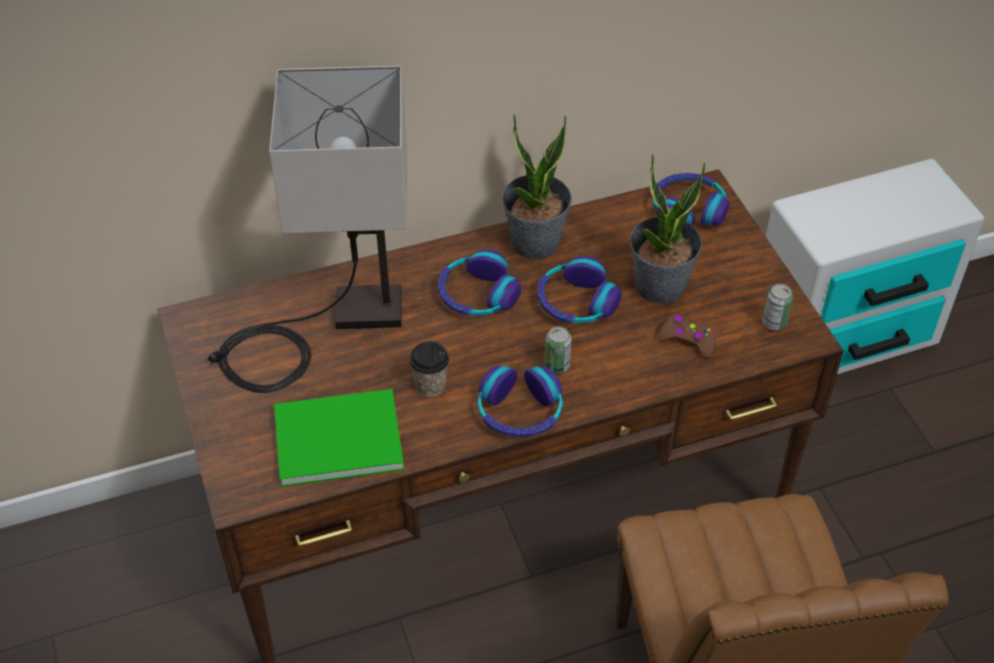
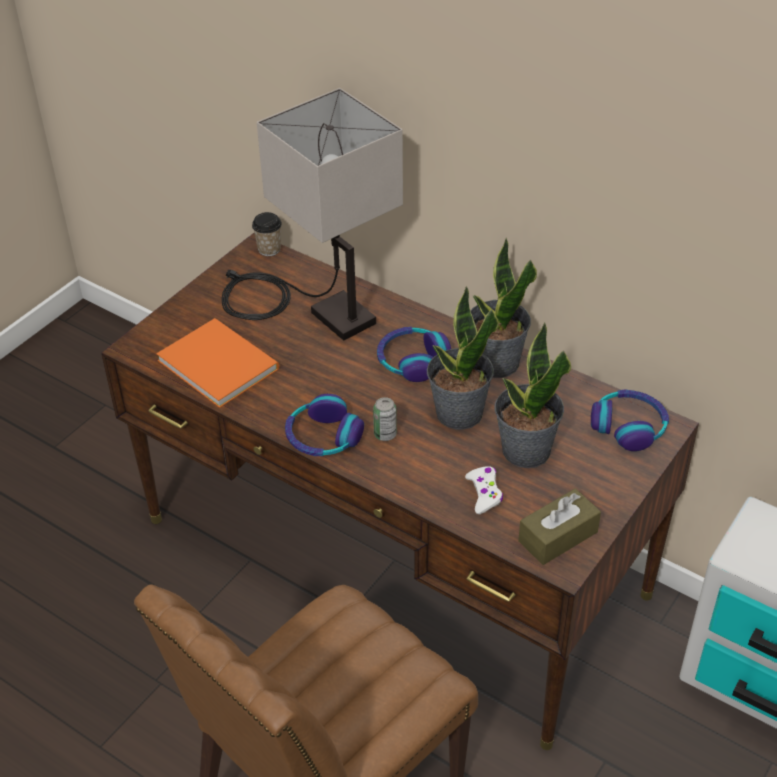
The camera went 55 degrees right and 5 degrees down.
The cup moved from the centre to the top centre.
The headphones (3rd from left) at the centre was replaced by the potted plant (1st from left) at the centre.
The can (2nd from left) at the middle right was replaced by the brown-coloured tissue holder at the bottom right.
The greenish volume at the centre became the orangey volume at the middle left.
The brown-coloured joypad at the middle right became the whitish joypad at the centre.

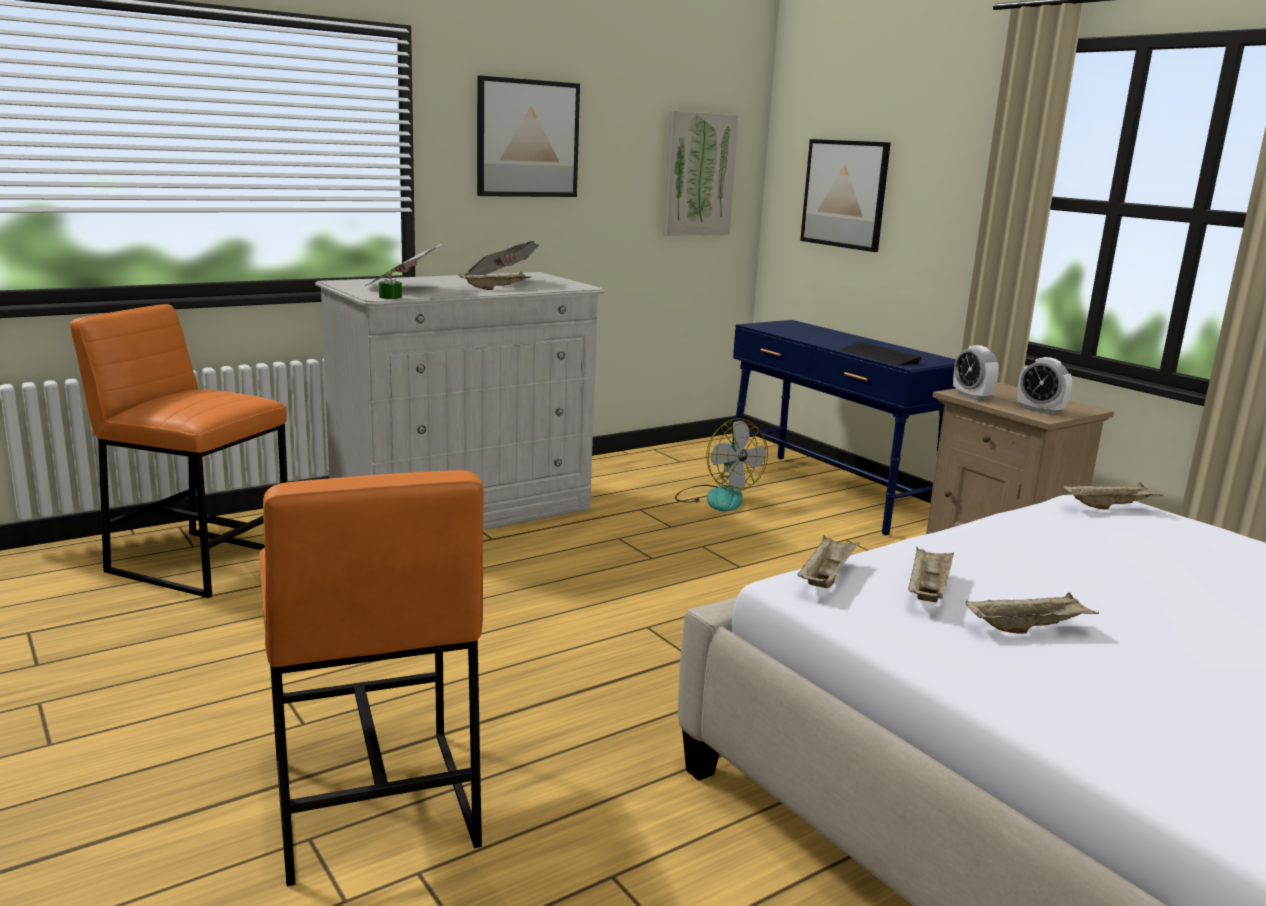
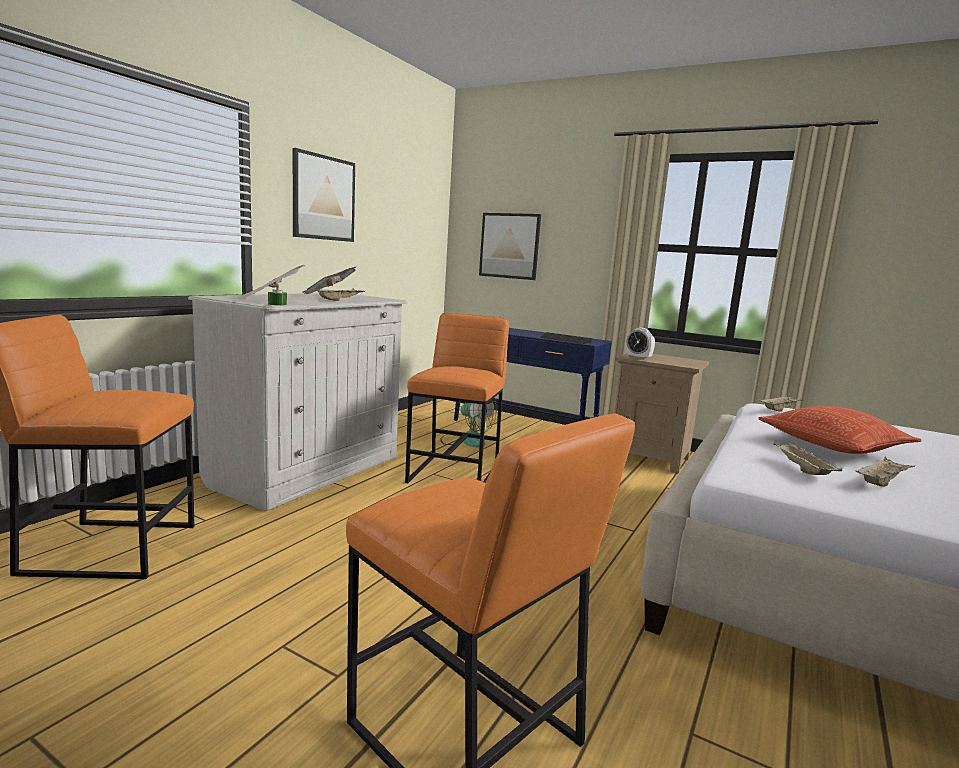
The camera went 25 degrees left and 5 degrees down.
The picture (2nd from left) at the top centre disappeared.
The beige-coloured tray (2nd from left) at the centre disappeared.
The bedside clock (2nd from left) at the middle right disappeared.
The orangey plain chair (2nd from left) at the centre appeared.
The orangey throw pillow at the middle right appeared.

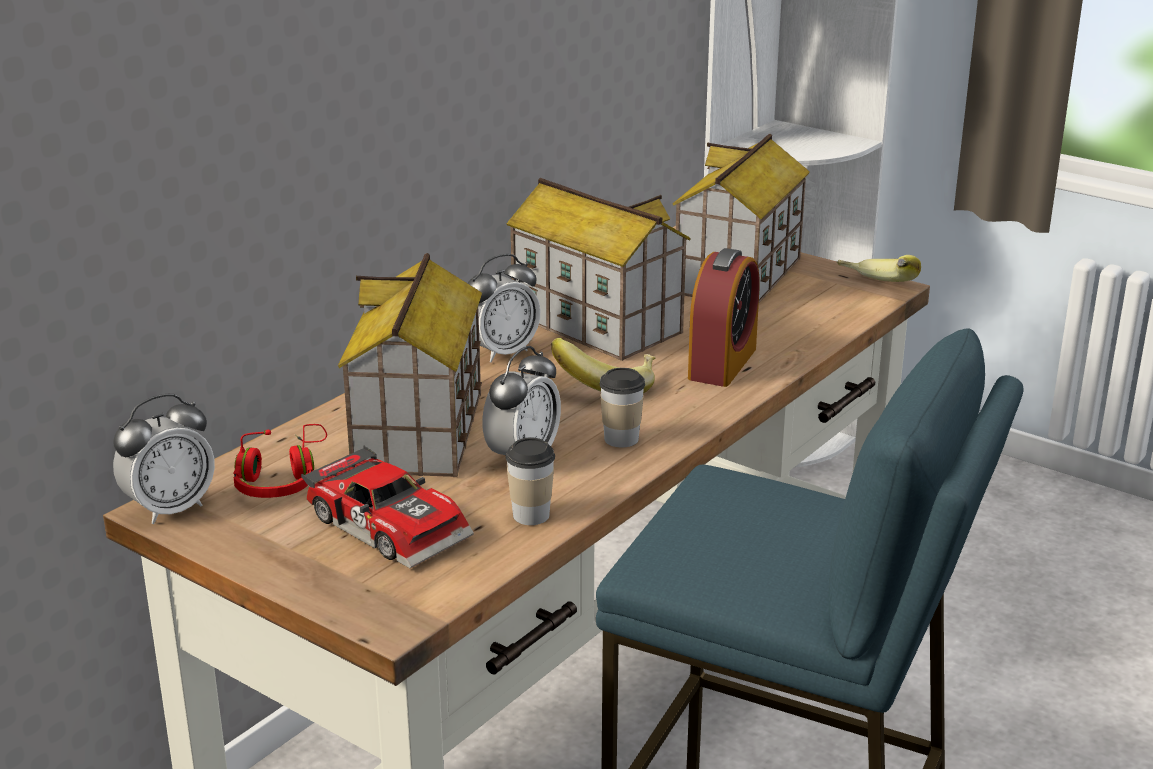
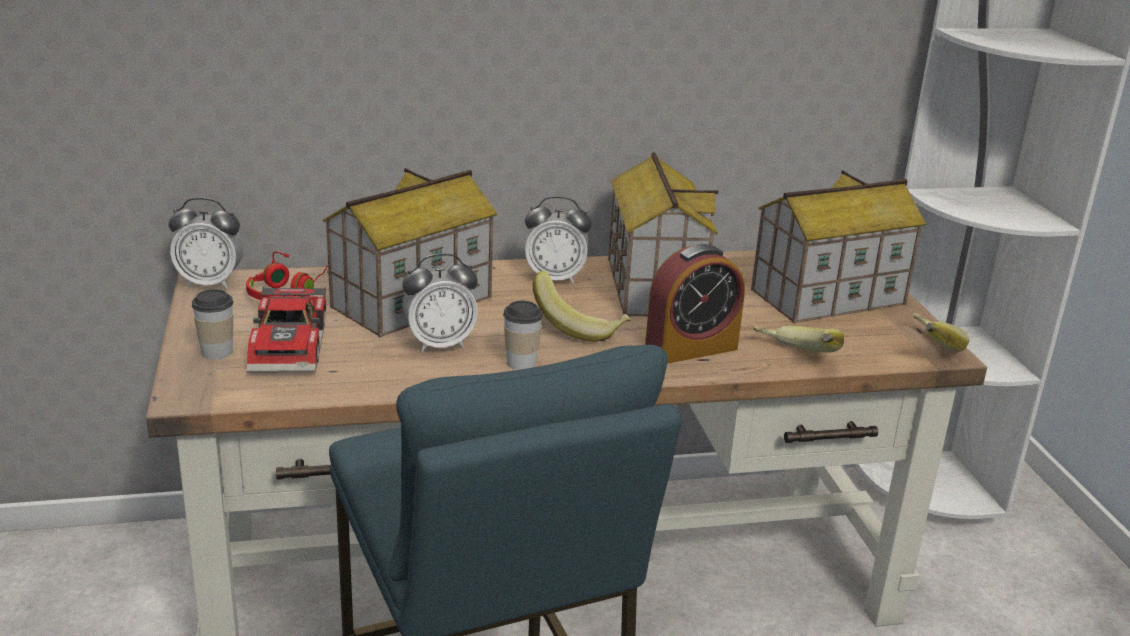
The camera went 40 degrees right and 0 degrees up.
The banana (2nd from left) at the middle right appeared.
The cup (1st from left) moved from the centre to the middle left.

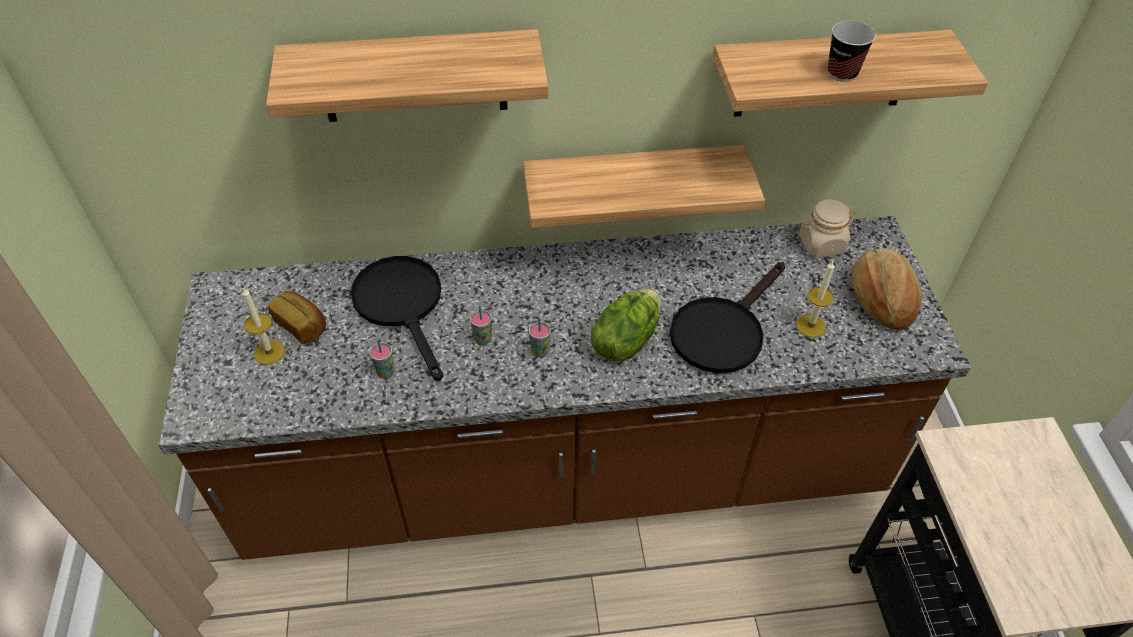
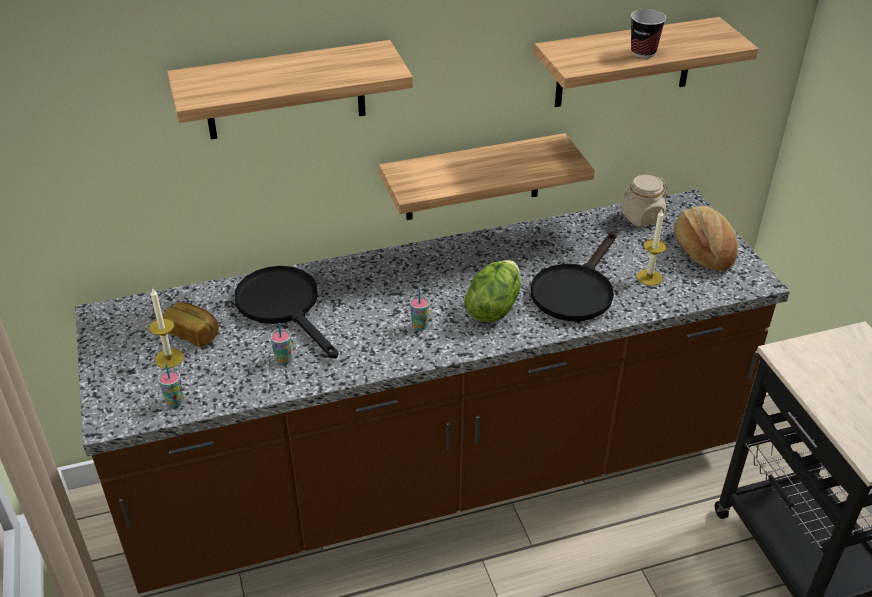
The camera went 10 degrees left and 10 degrees down.
The cup (2nd from left in the first image) moved from the centre to the middle left.

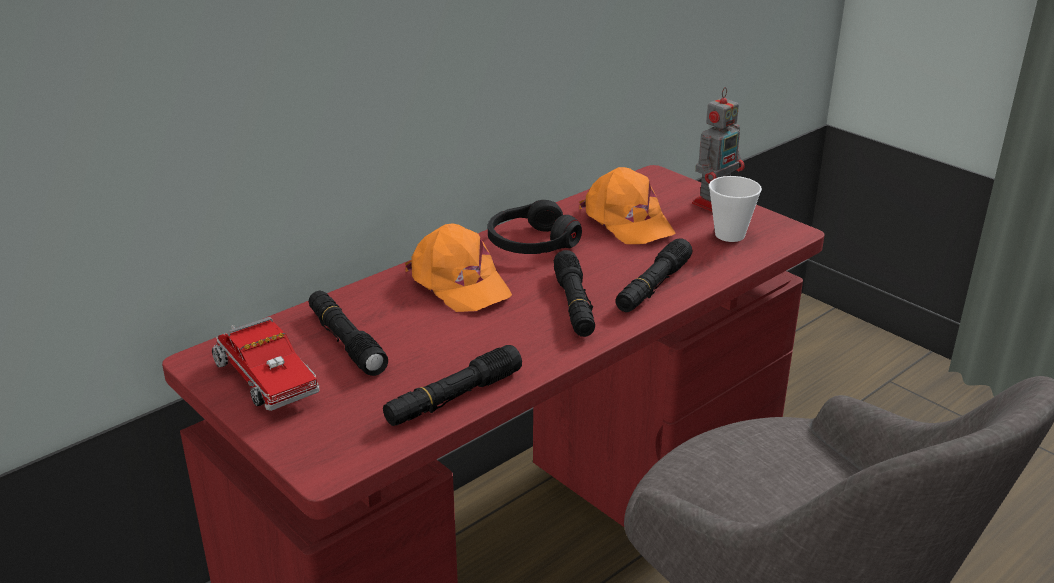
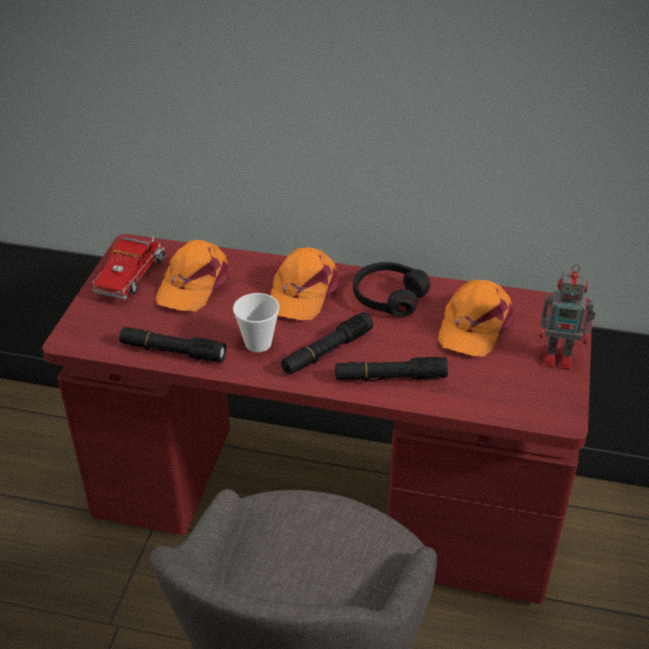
The camera went 55 degrees right and 10 degrees up.
The cup moved from the middle right to the centre.
The black-coloured flashlight (1st from left) at the middle left was replaced by the orangey baseball cap (1st from left) at the middle left.

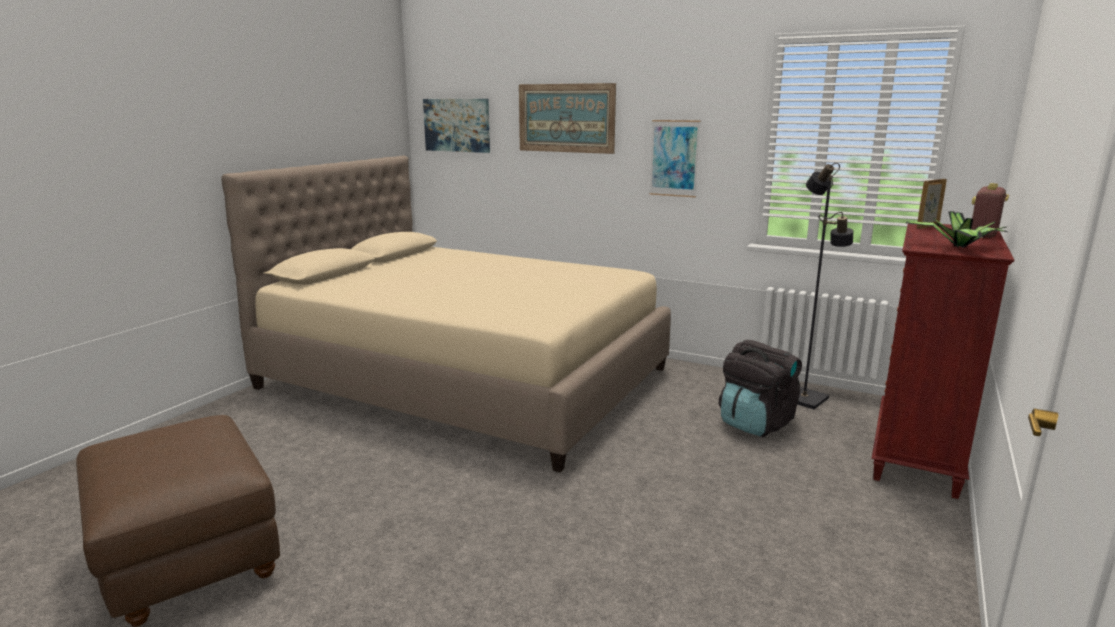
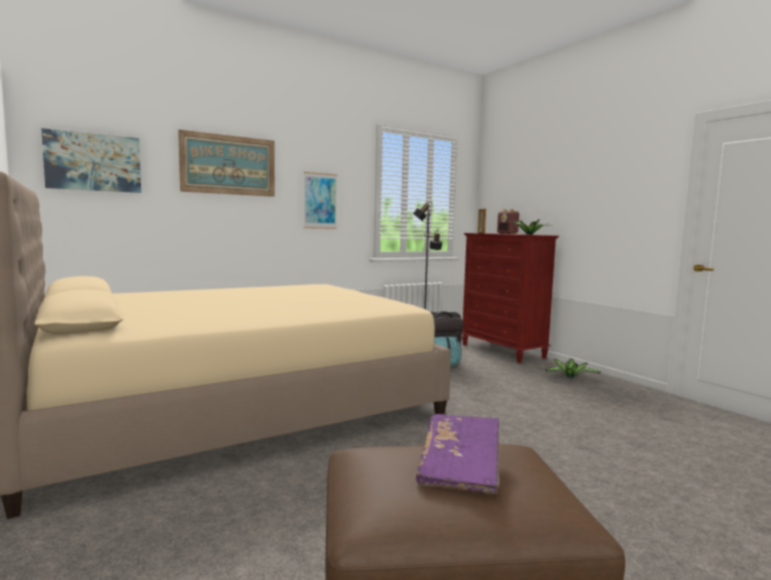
The camera went 60 degrees left and 10 degrees down.
The purplish volume at the bottom centre appeared.
The potted plant (2nd from left) at the middle right appeared.

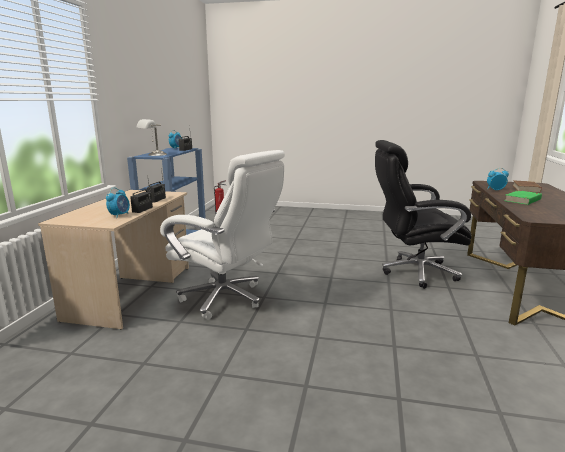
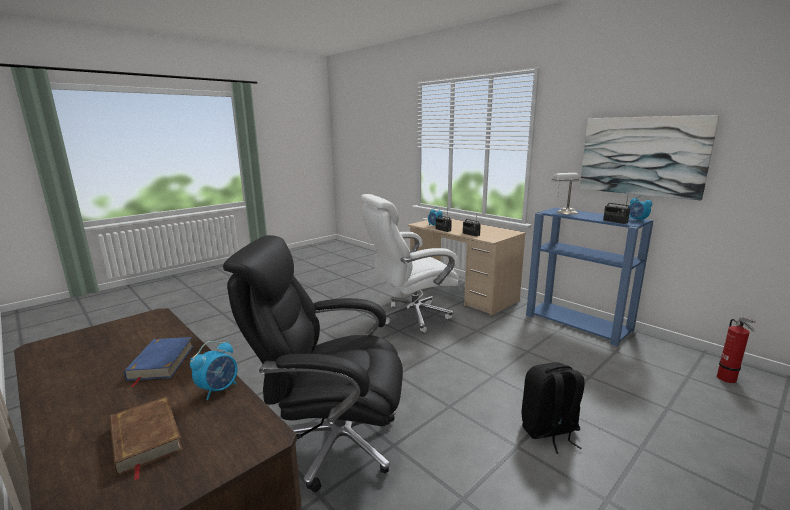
The camera went 125 degrees right and 0 degrees up.
The black-coloured rucksack at the bottom right appeared.
The picture at the top right appeared.
The greenish volume at the middle right became the blue volume at the bottom left.
The black-coloured desk chair at the middle right turned 120 degrees counterclockwise.

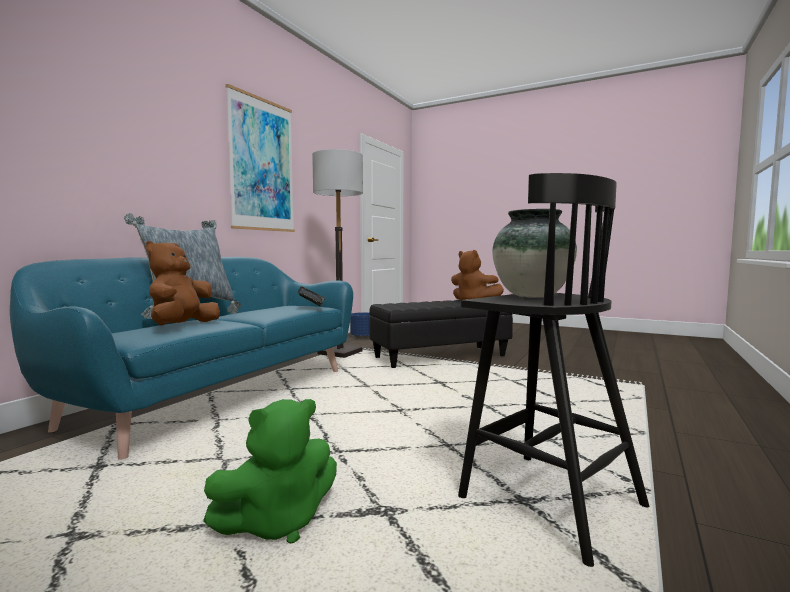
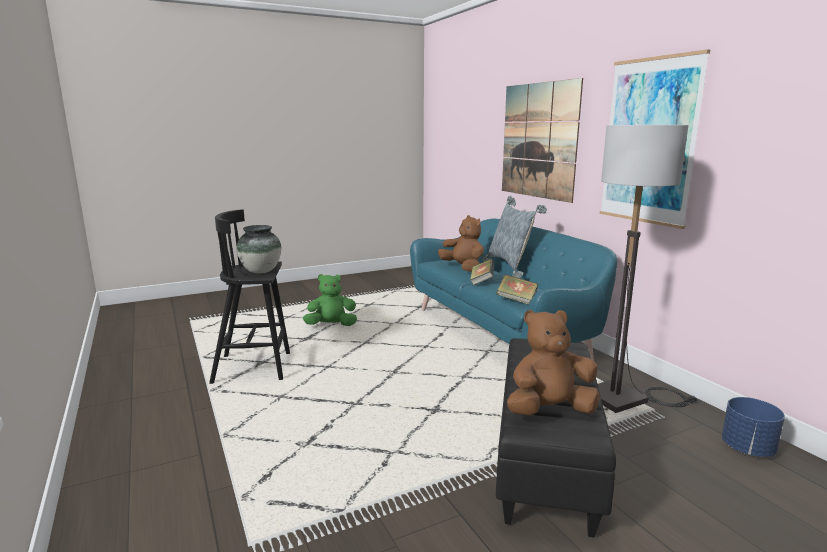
The camera went 125 degrees right and 10 degrees up.
The volume (1st from left) at the centre appeared.
The picture (1st from left) at the top centre appeared.
The greenish plush toy at the bottom centre turned 75 degrees clockwise.

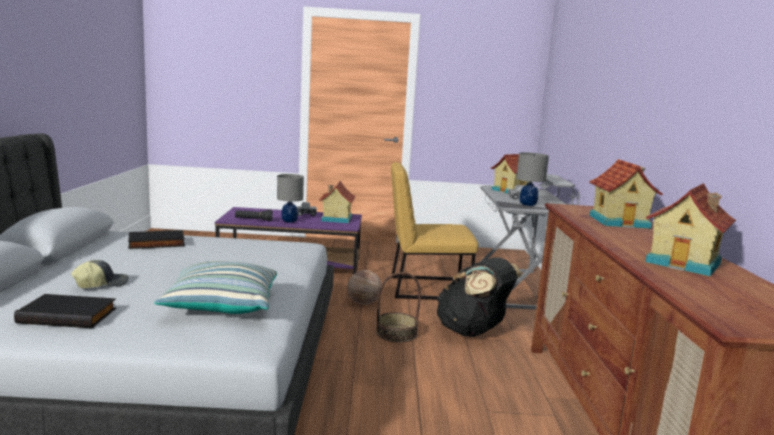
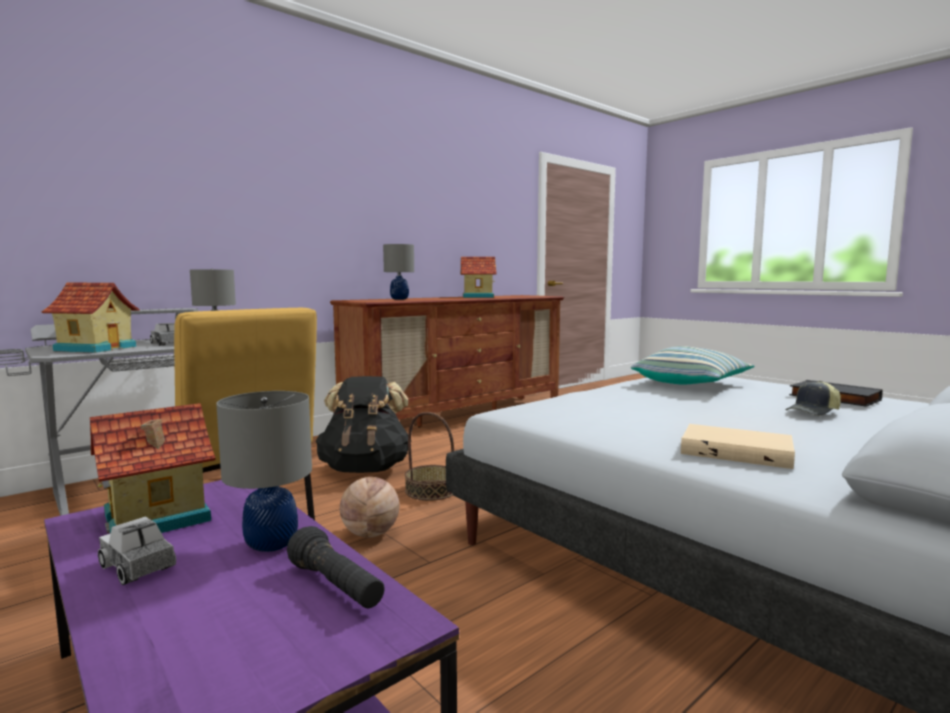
The camera went 130 degrees left and 5 degrees down.
The toy house (3rd from left) at the middle right was replaced by the grey tabletop lamp (3rd from left) at the centre.
The black-coloured volume (2nd from left) at the middle left became the beige-coloured volume at the middle right.
The baseball cap at the middle left turned 45 degrees counterclockwise.

